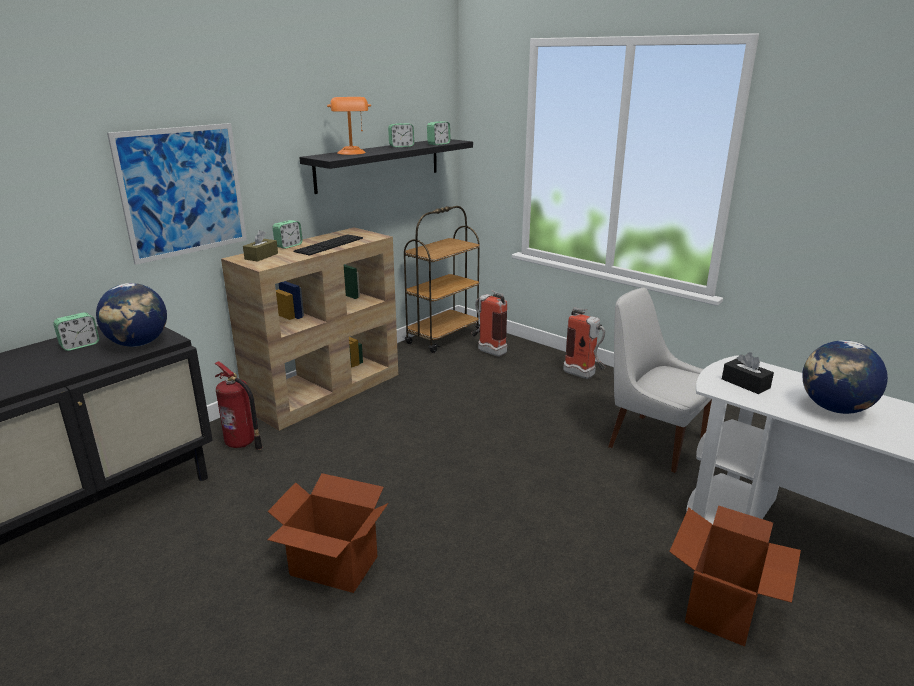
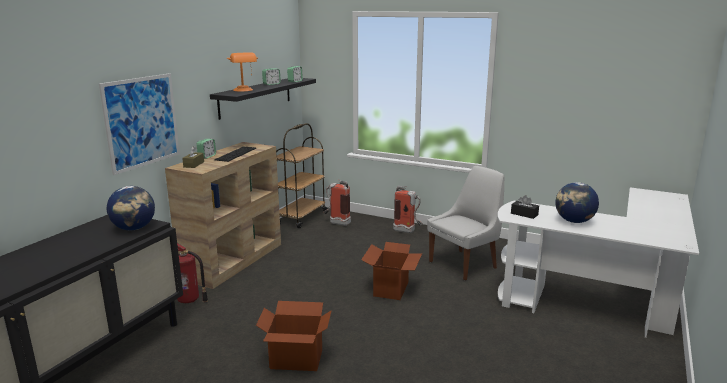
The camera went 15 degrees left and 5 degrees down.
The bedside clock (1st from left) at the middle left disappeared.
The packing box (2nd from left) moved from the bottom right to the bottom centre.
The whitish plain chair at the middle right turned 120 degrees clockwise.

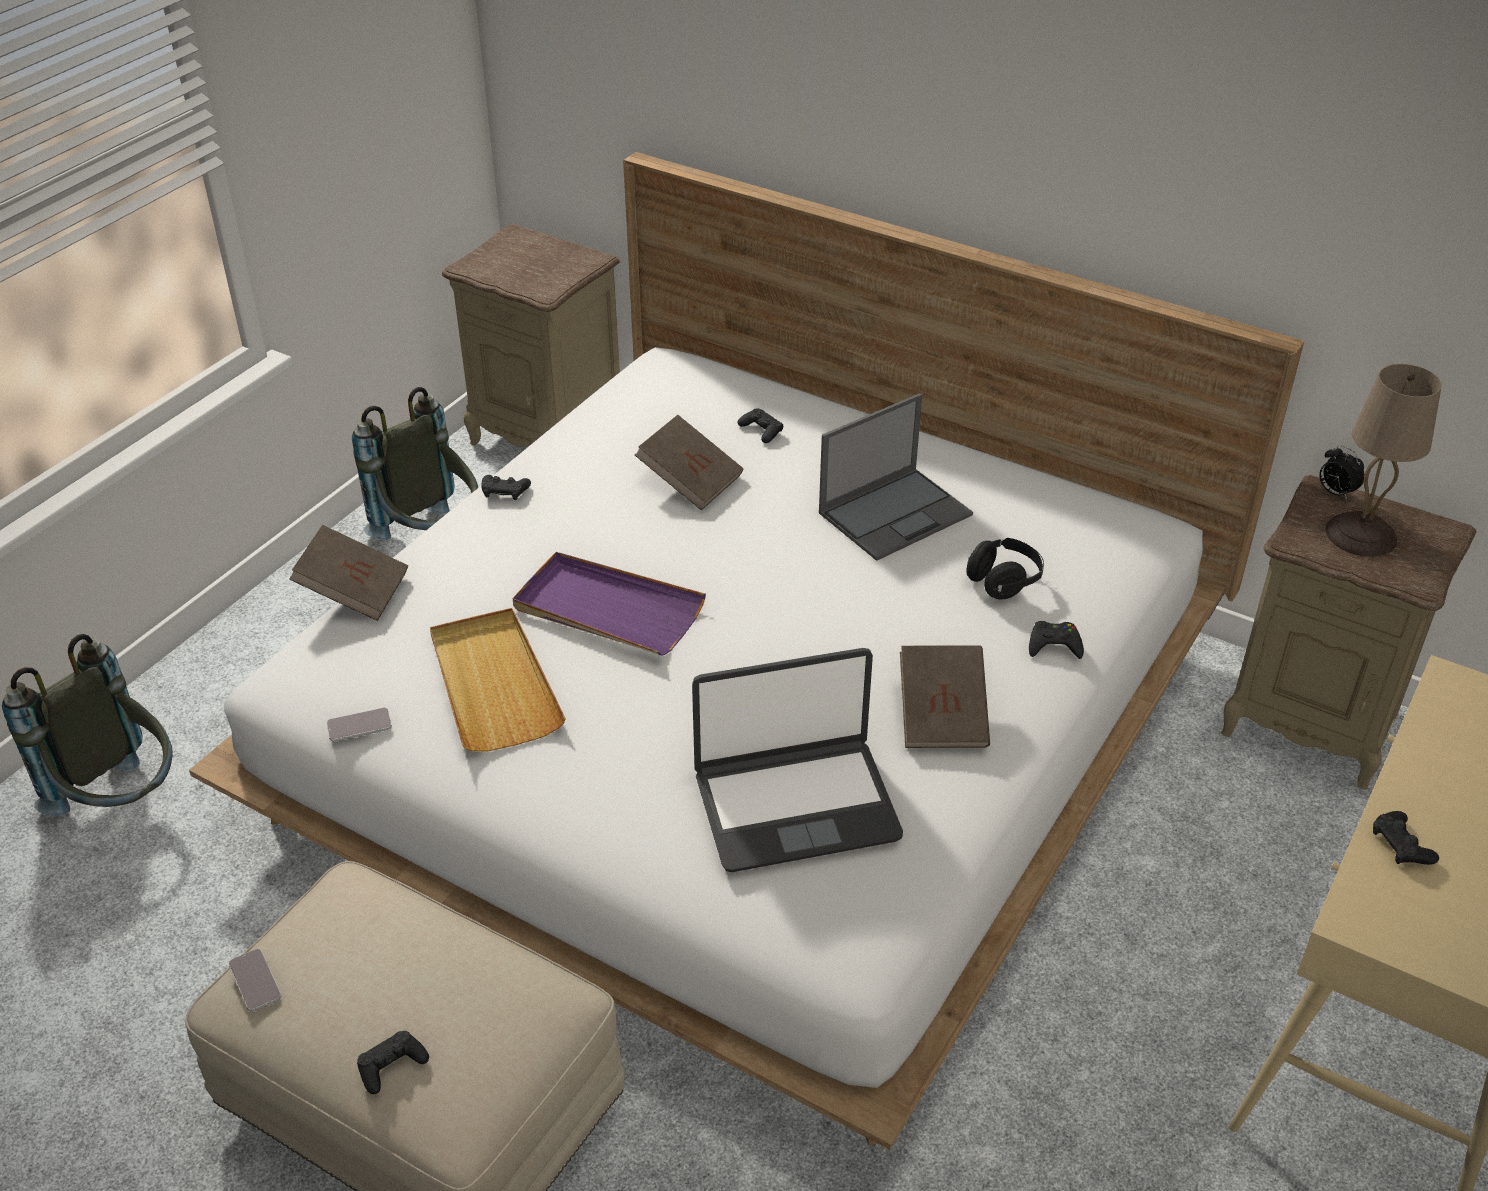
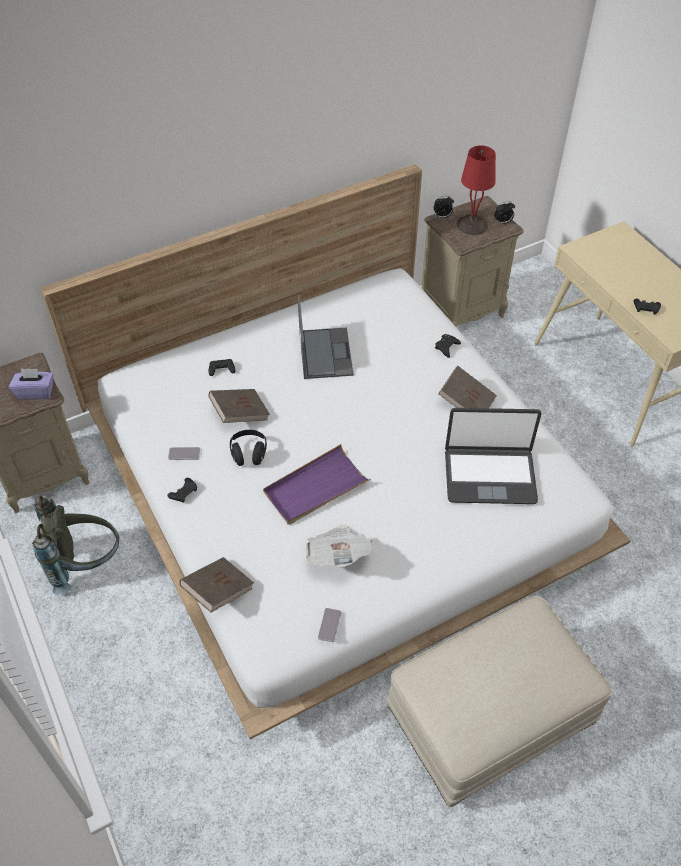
The camera went 60 degrees left and 10 degrees up.
The grey rucksack (1st from left) at the middle left disappeared.
The black-coloured joypad (1st from left) at the bottom left disappeared.
The purplish tissue holder at the middle left appeared.
The bedside clock (2nd from left) at the top right appeared.
The phone (1st from left) moved from the bottom left to the middle left.
The black-coloured headphones moved from the middle right to the centre.
The beige-coloured tray at the centre was replaced by the newspaper at the centre.
The beige-coloured tabletop lamp at the middle right became the red tabletop lamp at the top right.
The portable computer (1st from left in the first image) at the centre turned 75 degrees clockwise.

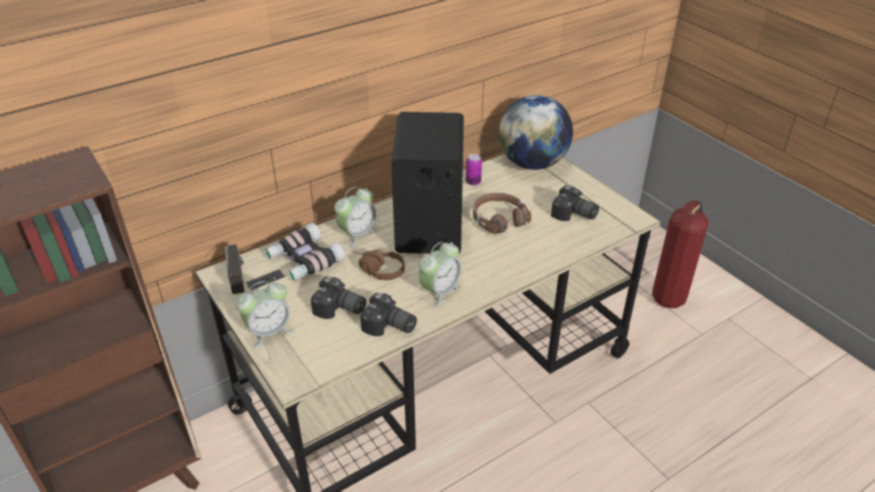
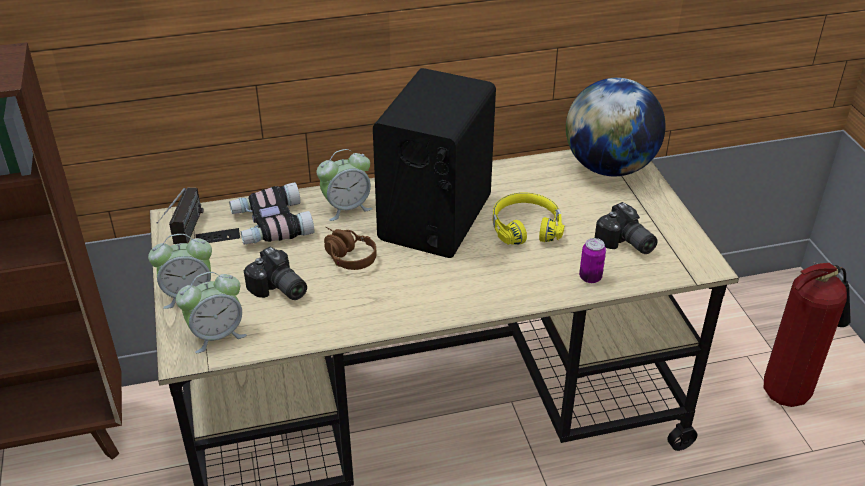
The camera went 20 degrees right and 0 degrees up.
The still camera (2nd from left) at the centre disappeared.
The bedside clock (3rd from left in the first image) moved from the centre to the middle left.
The can moved from the centre to the middle right.
The brown-coloured headphones (2nd from left) at the centre became the yellow-coloured headphones at the centre.

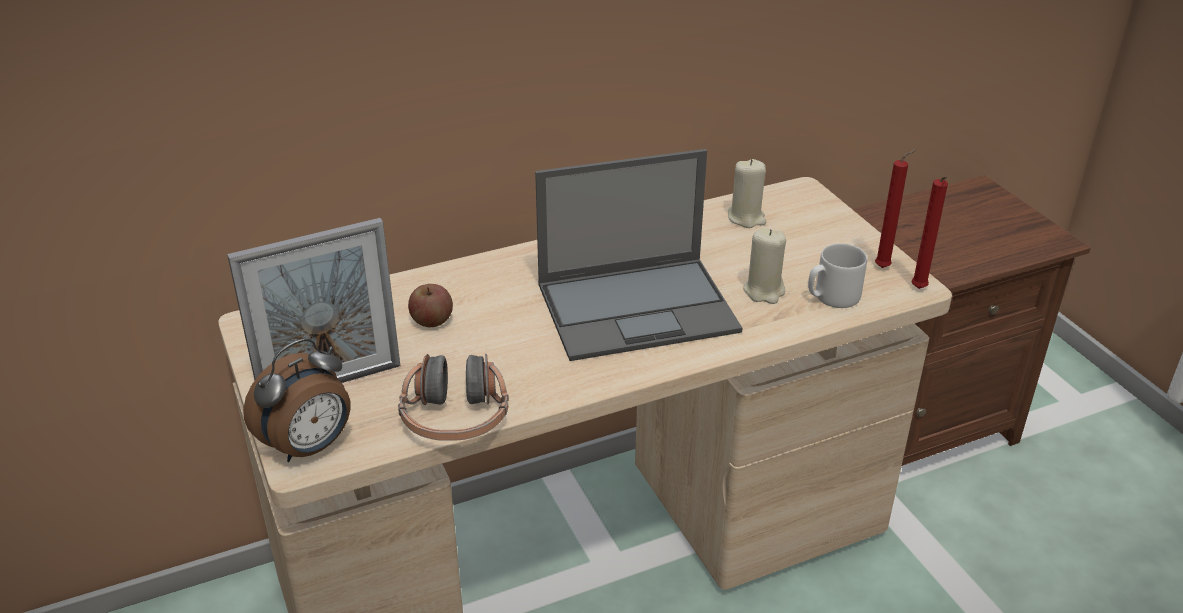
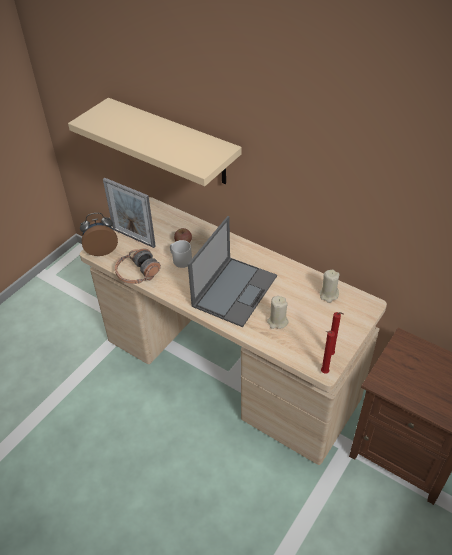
The camera went 60 degrees right and 10 degrees up.
The beige-coloured shelf at the top centre appeared.
The grey mug moved from the middle right to the centre.
The bedside clock at the middle left turned 150 degrees clockwise.
The portable computer at the centre turned 105 degrees counterclockwise.

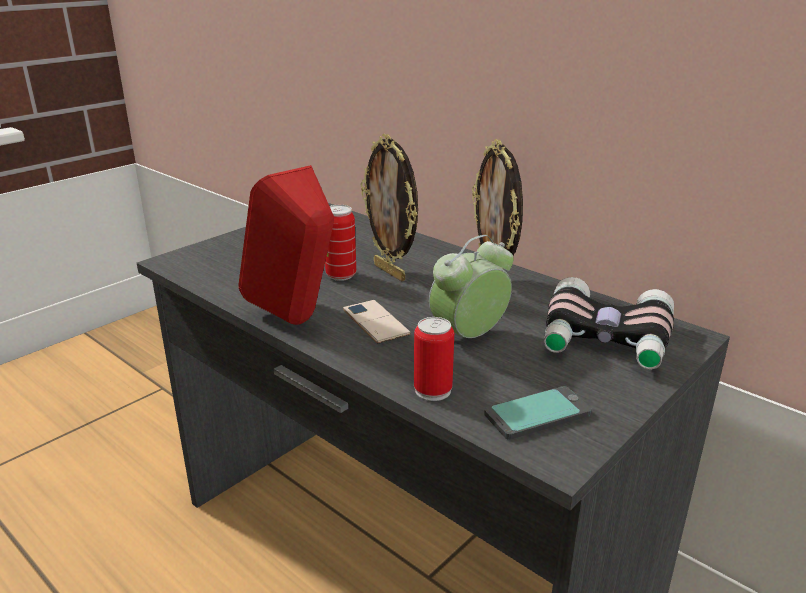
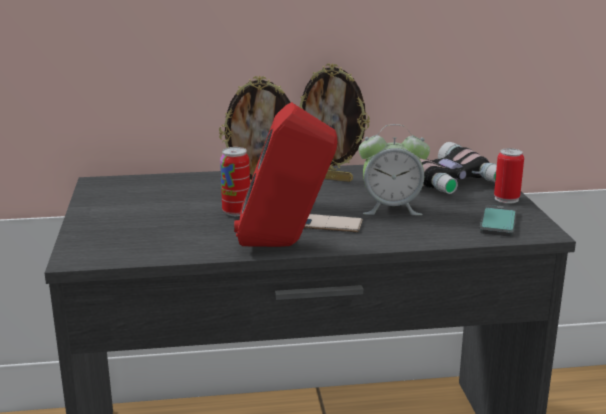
The camera went 50 degrees left and 5 degrees down.
The can (2nd from left) moved from the centre to the middle right.
The bedside clock at the centre turned 90 degrees counterclockwise.

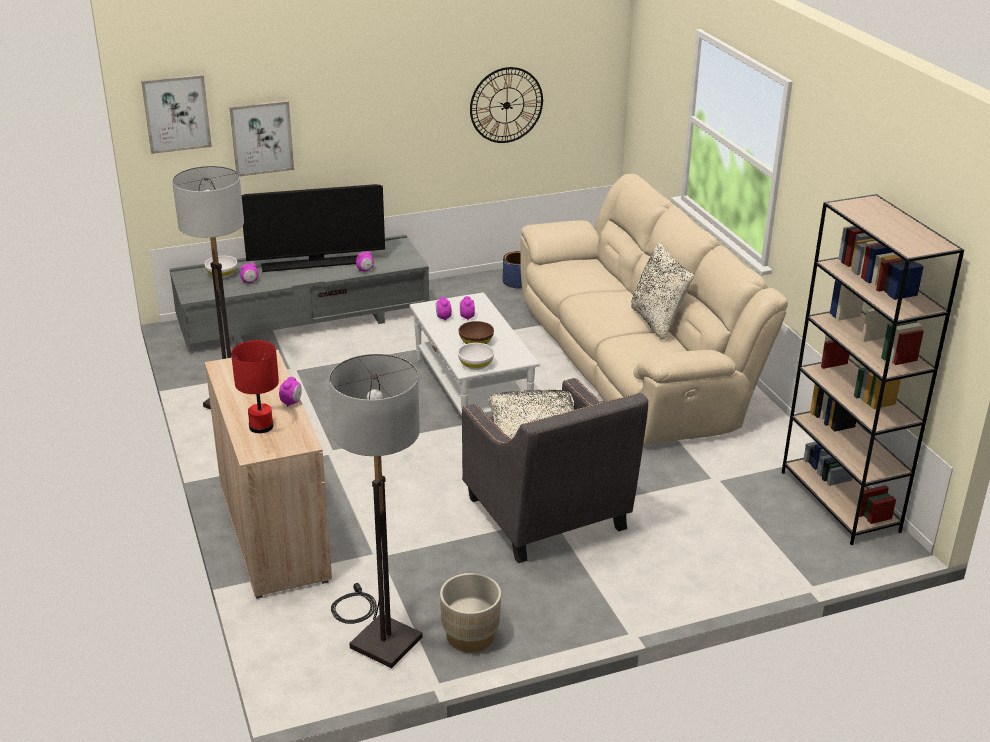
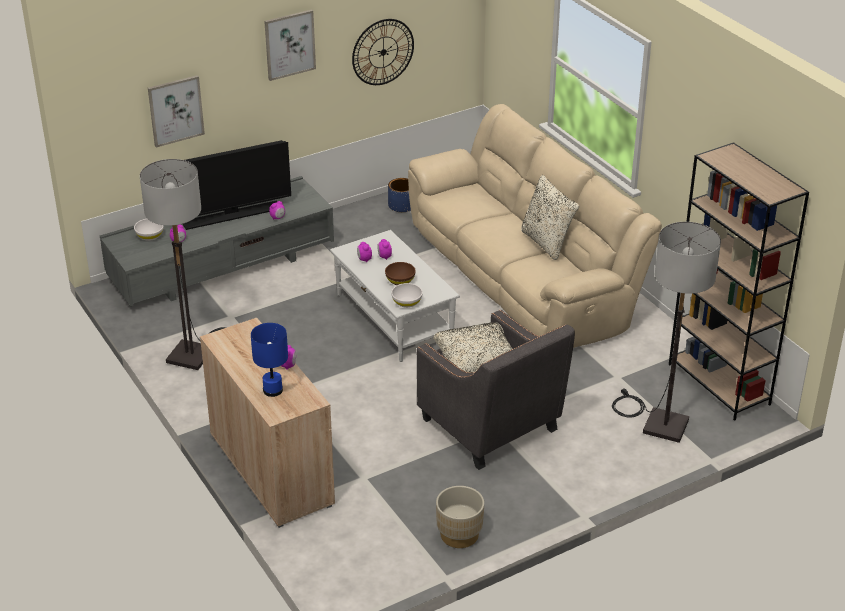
The camera went 10 degrees left and 5 degrees up.
The picture (1st from left in the first image) moved from the top left to the top centre.
The floor lamp (2nd from left) moved from the bottom centre to the middle right.
The red tabletop lamp at the middle left became the blue tabletop lamp at the middle left.

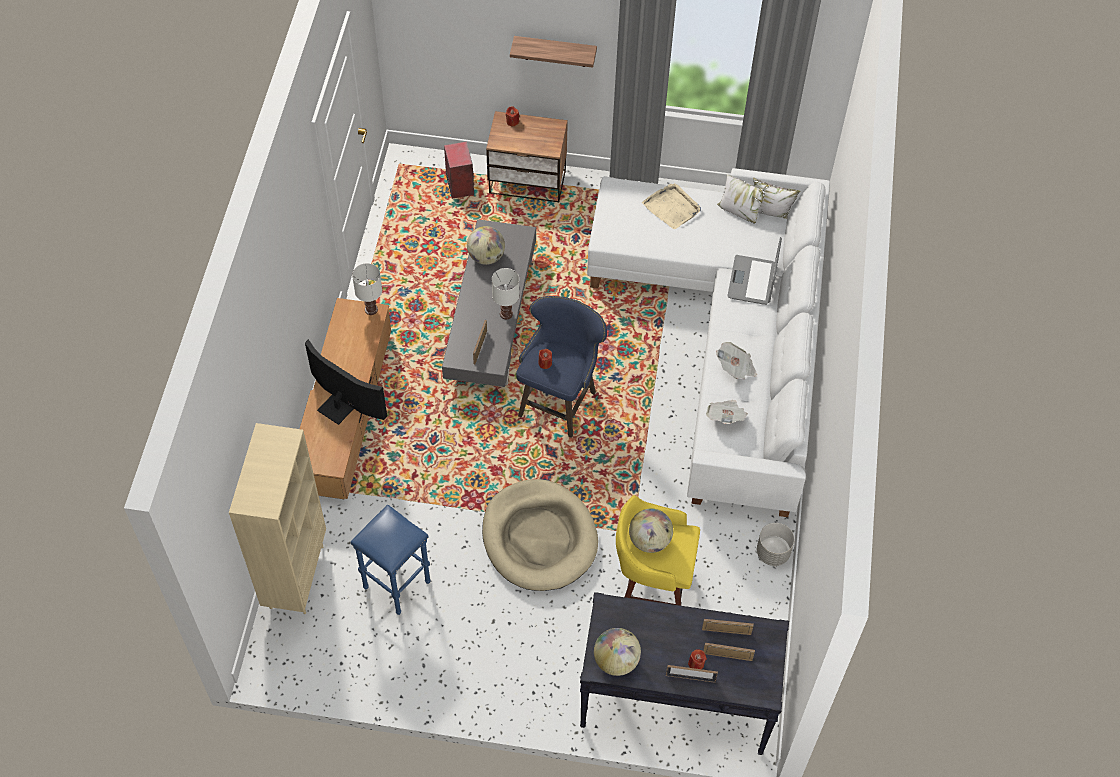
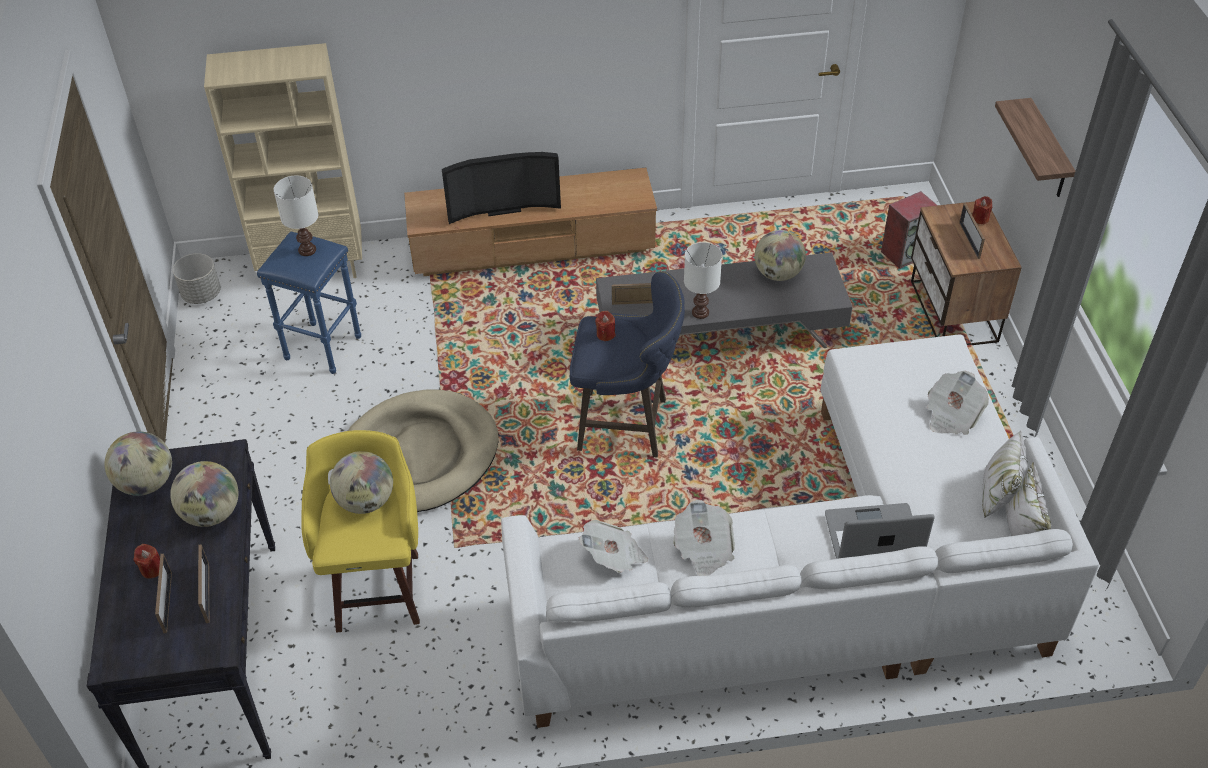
The camera went 75 degrees right and 10 degrees down.
The world globe (2nd from left) at the middle left appeared.
The whitish tabletop lamp (1st from left) moved from the middle left to the top left.
The picture frame (2nd from left in the first image) moved from the bottom centre to the top right.
The grey plant pot moved from the bottom right to the middle left.
The beige-coloured tray at the top centre was replaced by the newspaper (3rd from left) at the middle right.
The TV set at the middle left turned 60 degrees clockwise.

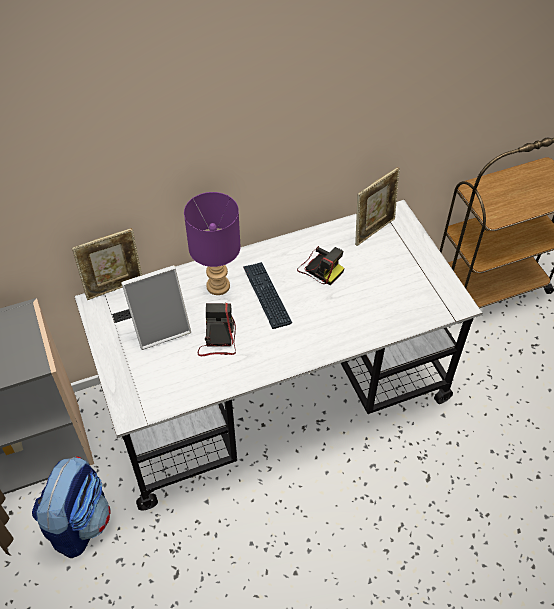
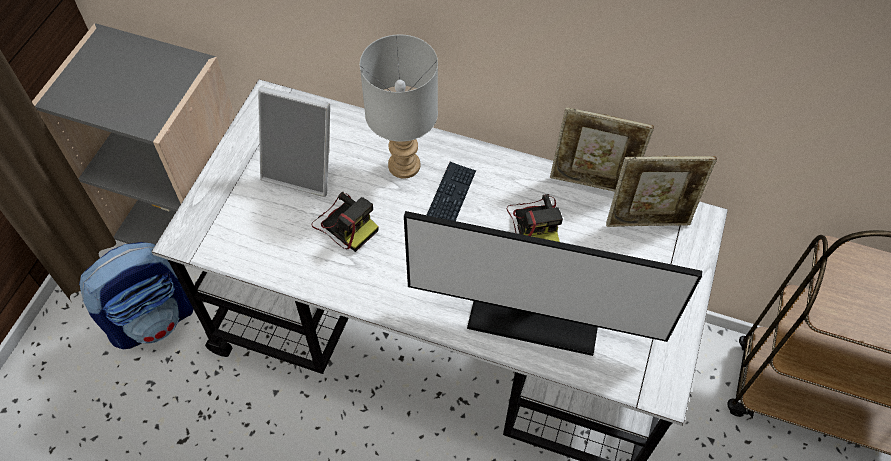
The camera went 40 degrees right and 5 degrees up.
The monitor at the centre appeared.
The picture frame (1st from left in the first image) moved from the middle left to the top right.
The purplish tabletop lamp at the centre became the grey tabletop lamp at the top centre.
The still camera (1st from left) at the centre turned 90 degrees clockwise.

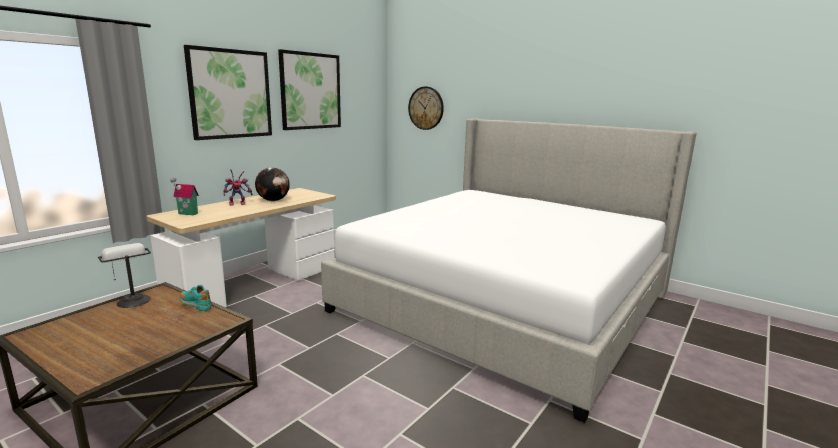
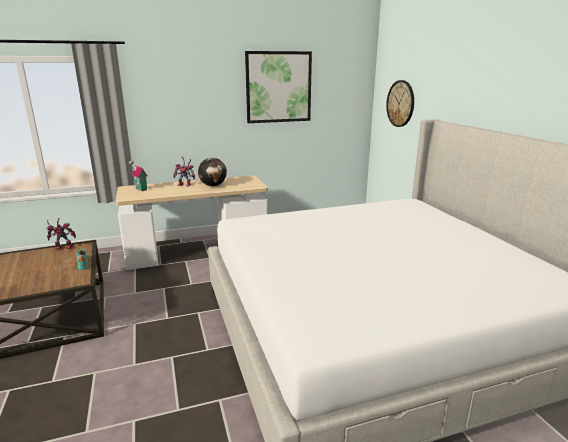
The camera went 35 degrees right and 5 degrees up.
The picture (1st from left) at the top left disappeared.
The tabletop lamp at the middle left was replaced by the robot figure (1st from left) at the middle left.

